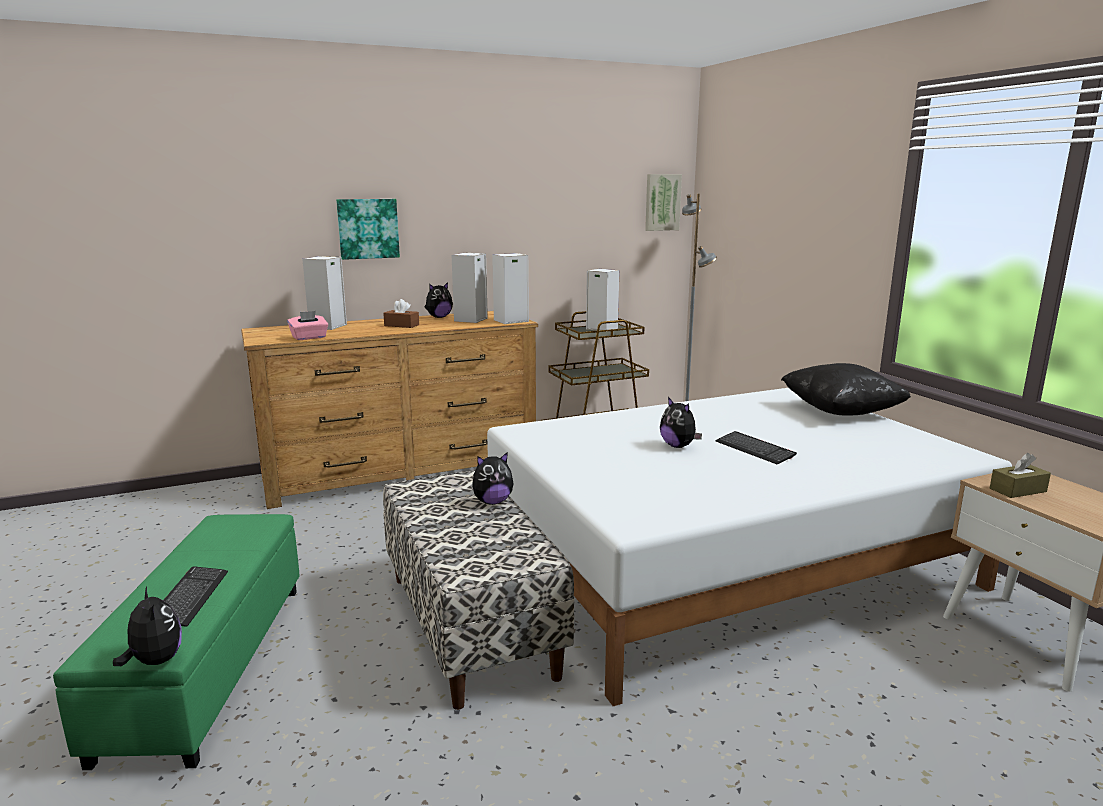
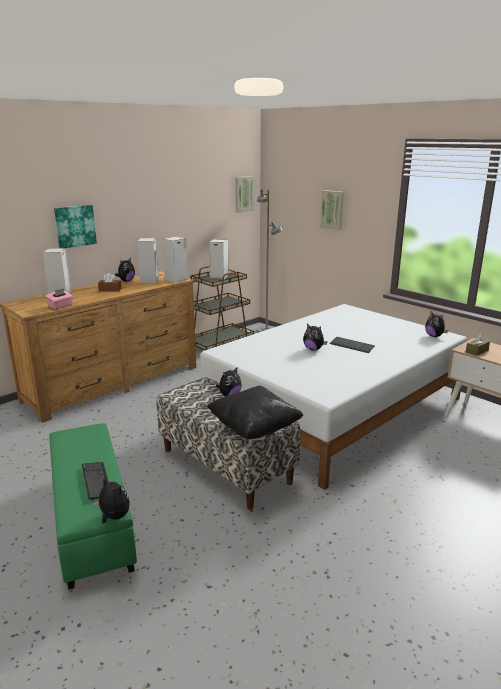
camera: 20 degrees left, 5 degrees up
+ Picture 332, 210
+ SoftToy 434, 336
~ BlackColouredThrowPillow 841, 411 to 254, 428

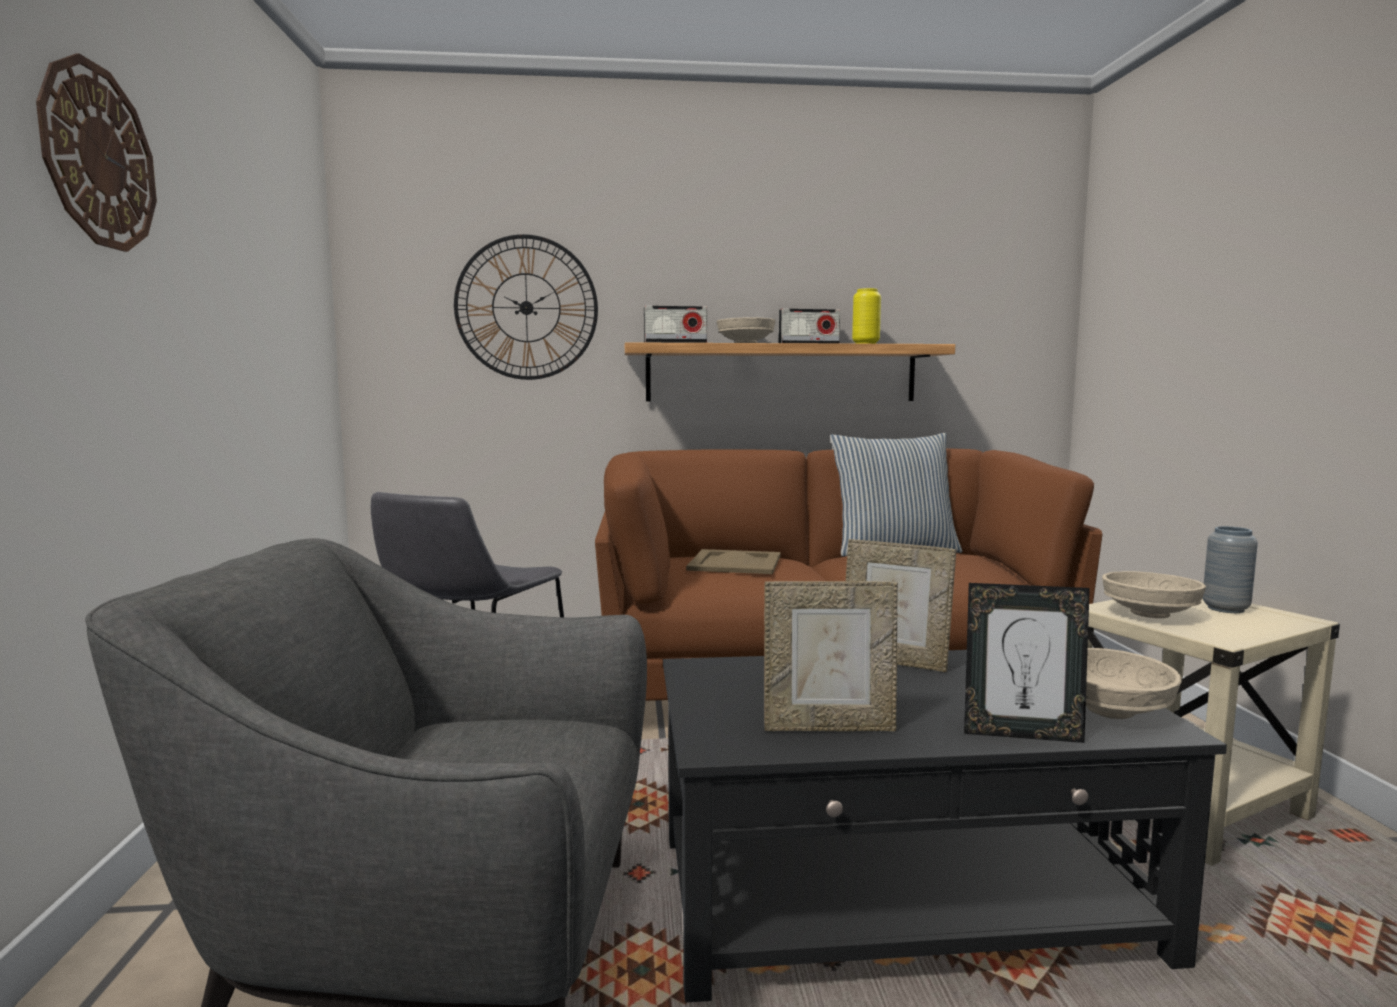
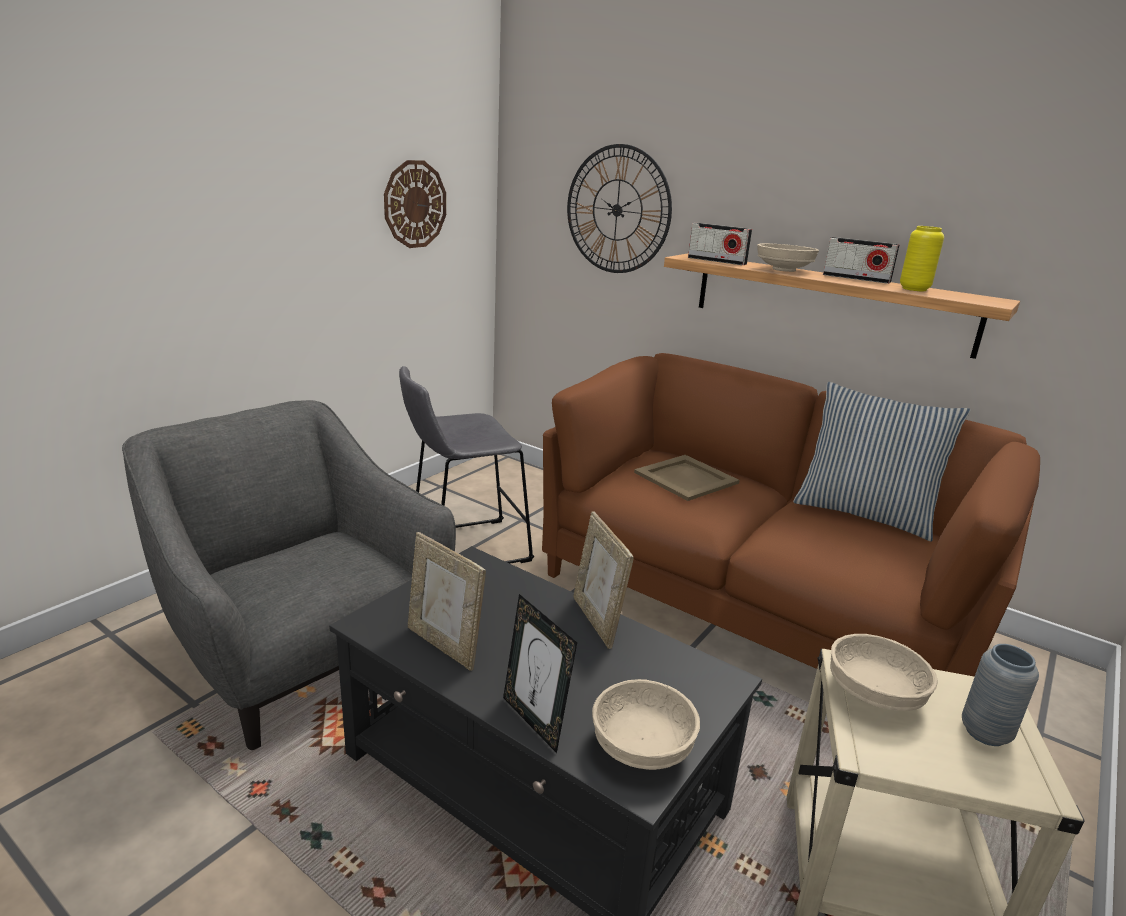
camera: 40 degrees right, 15 degrees up
~ HangingClock 98, 156 to 415, 204

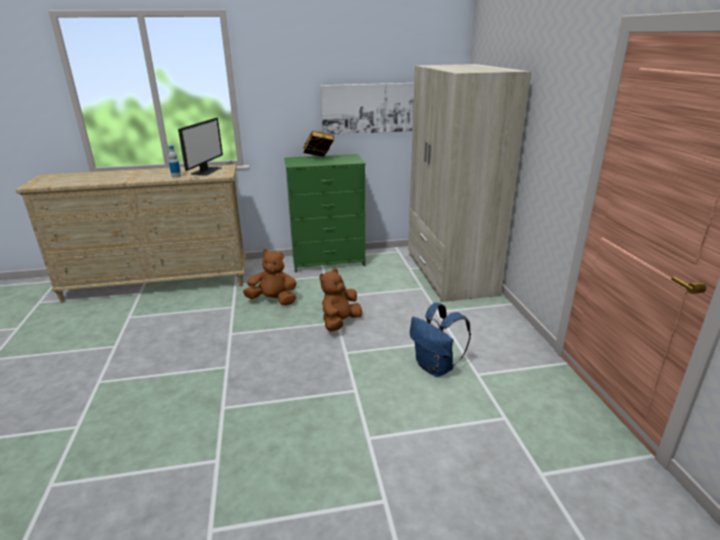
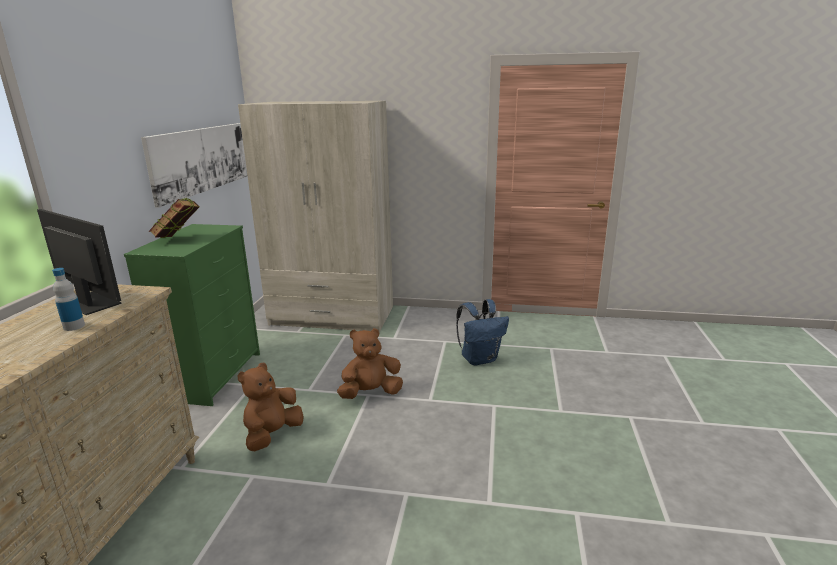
camera: 70 degrees left, 5 degrees down
~ BrownColouredSoftToy 340, 322 = 370, 393 105 degrees clockwise

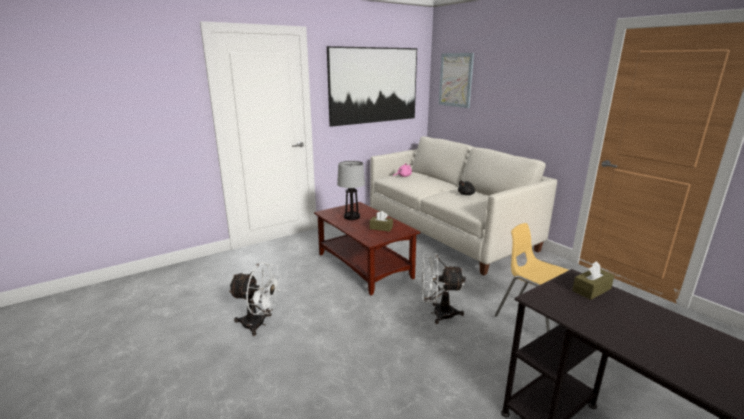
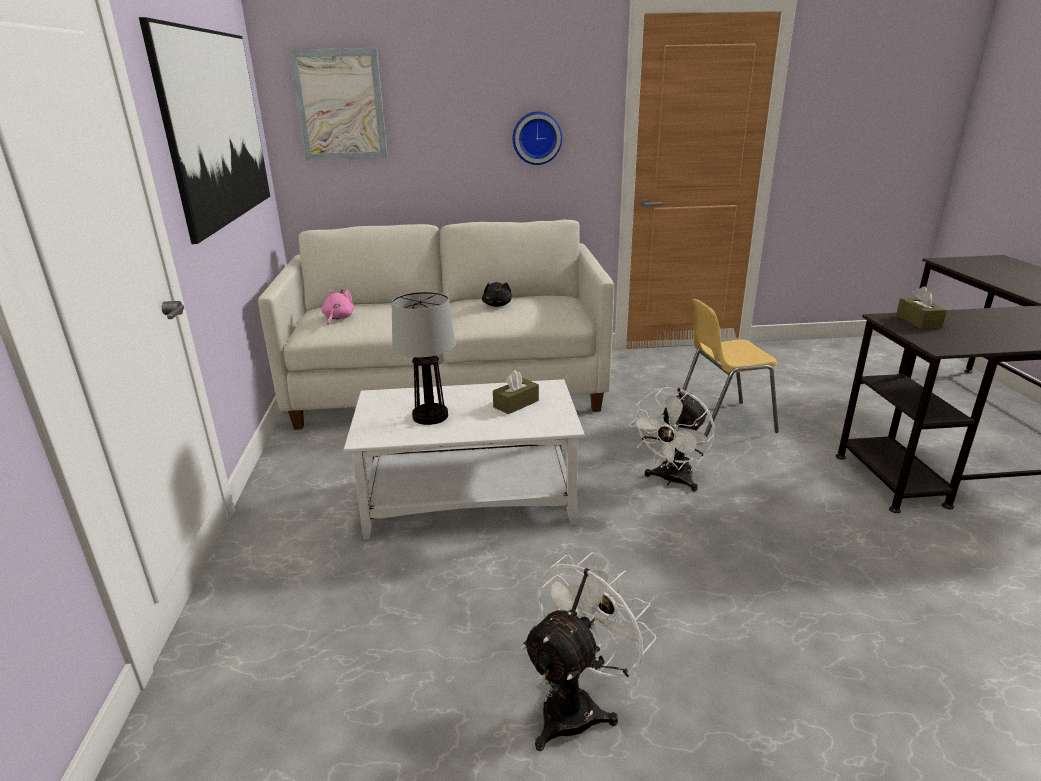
camera: 60 degrees left, 5 degrees up
+ HangingClock 536, 138
~ BrownColouredCoffeeTable 365, 266 to WhiteCoffeeTable 471, 498

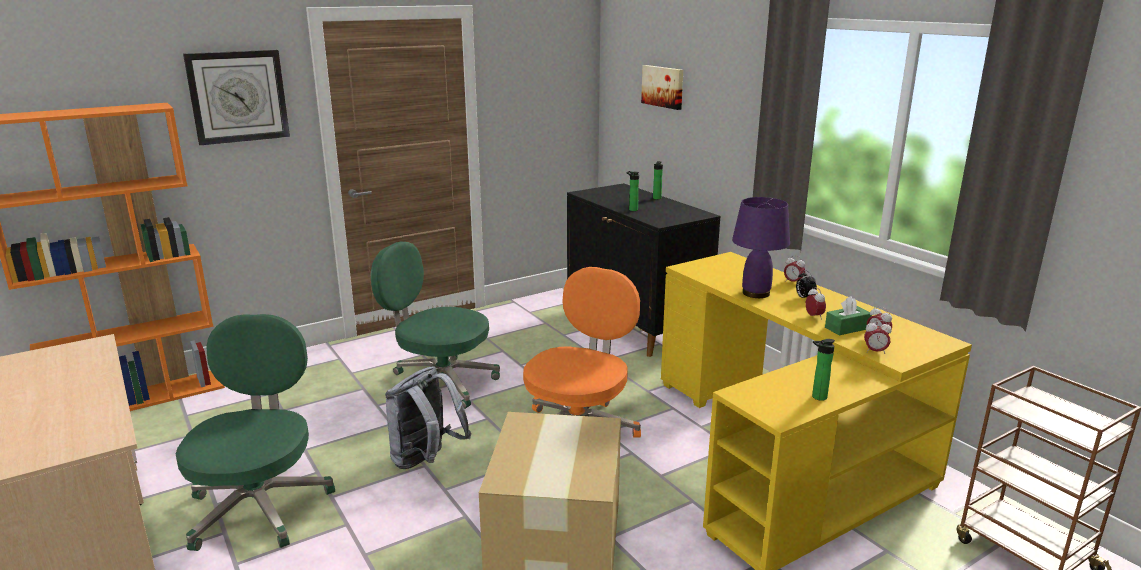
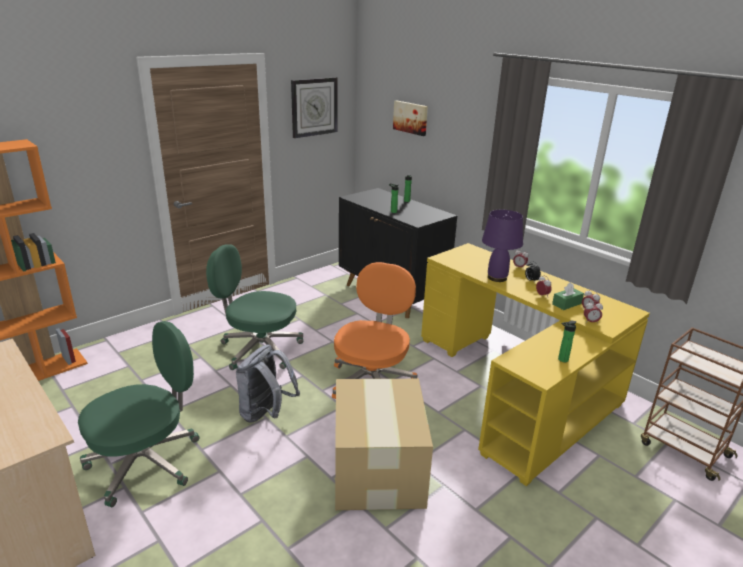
camera: 10 degrees left, 5 degrees up
~ HangingClock 238, 96 to 314, 107
~ GreenColouredComputerChair 260, 506 = 147, 462 60 degrees clockwise

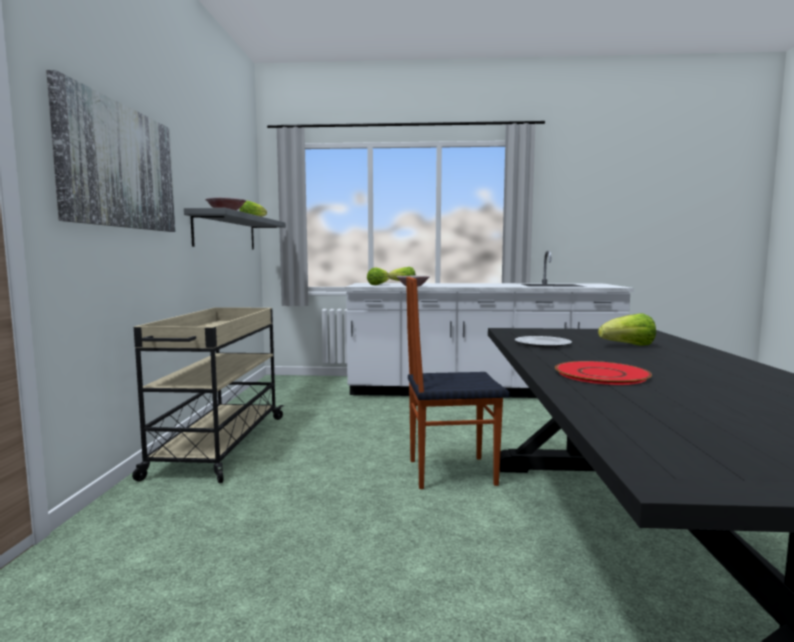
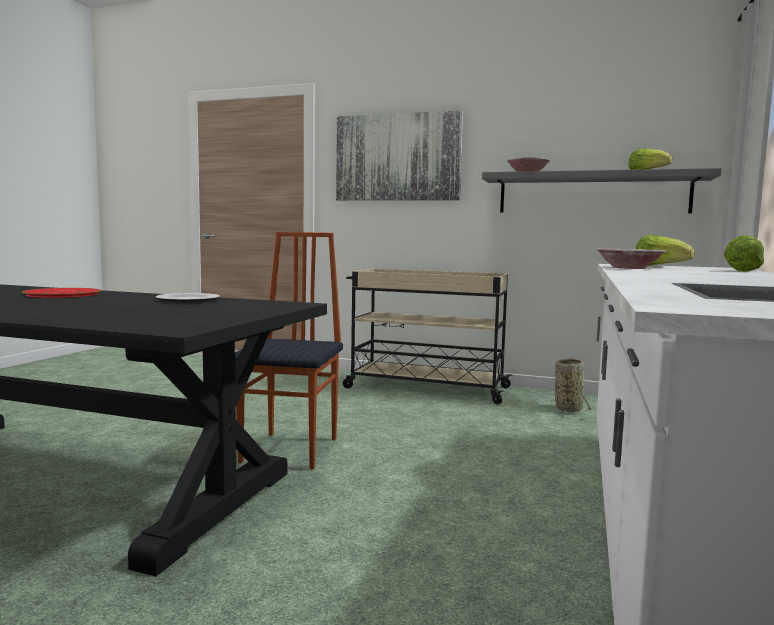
camera: 105 degrees right, 0 degrees up
- LettuceHead 628, 346
+ StorageBasket 568, 408

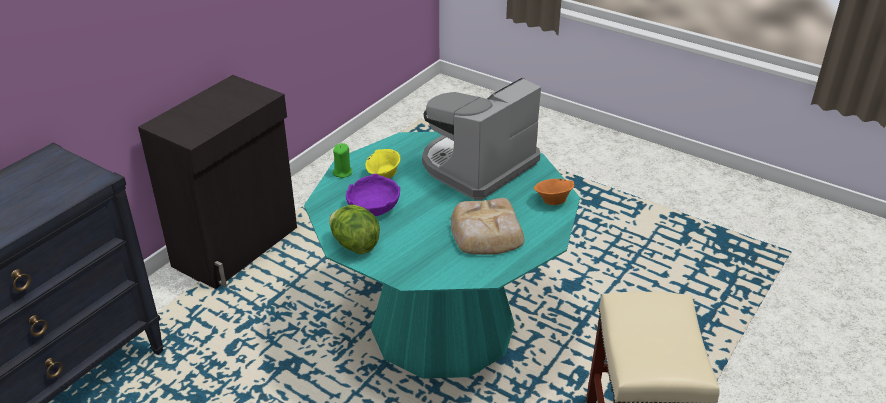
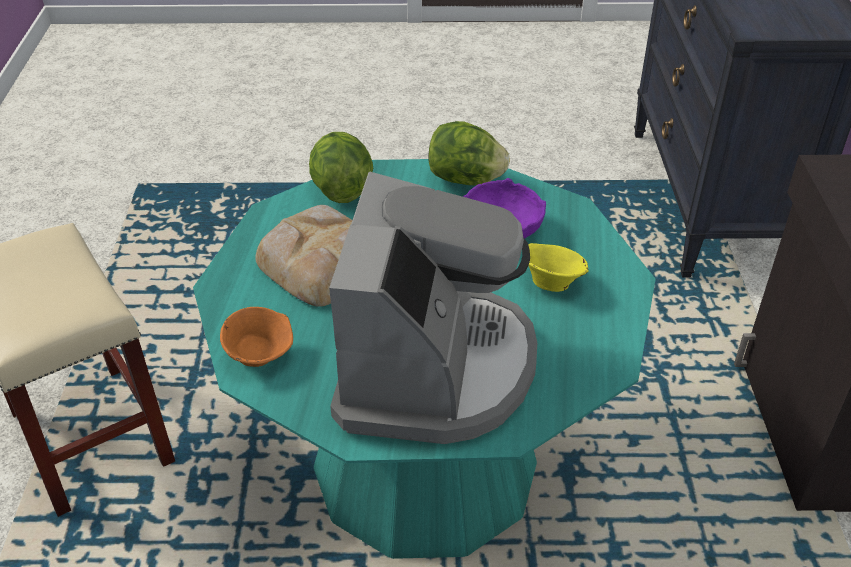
camera: 145 degrees right, 5 degrees up
- GreenColouredCandle 342, 172
+ LettuceHead 340, 190

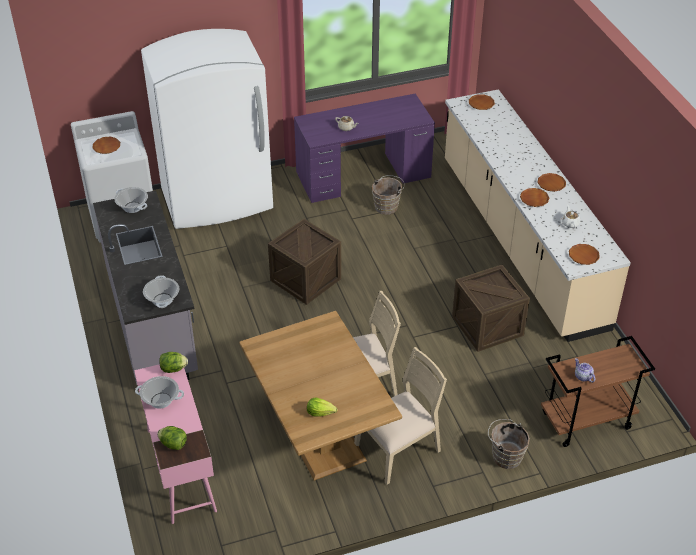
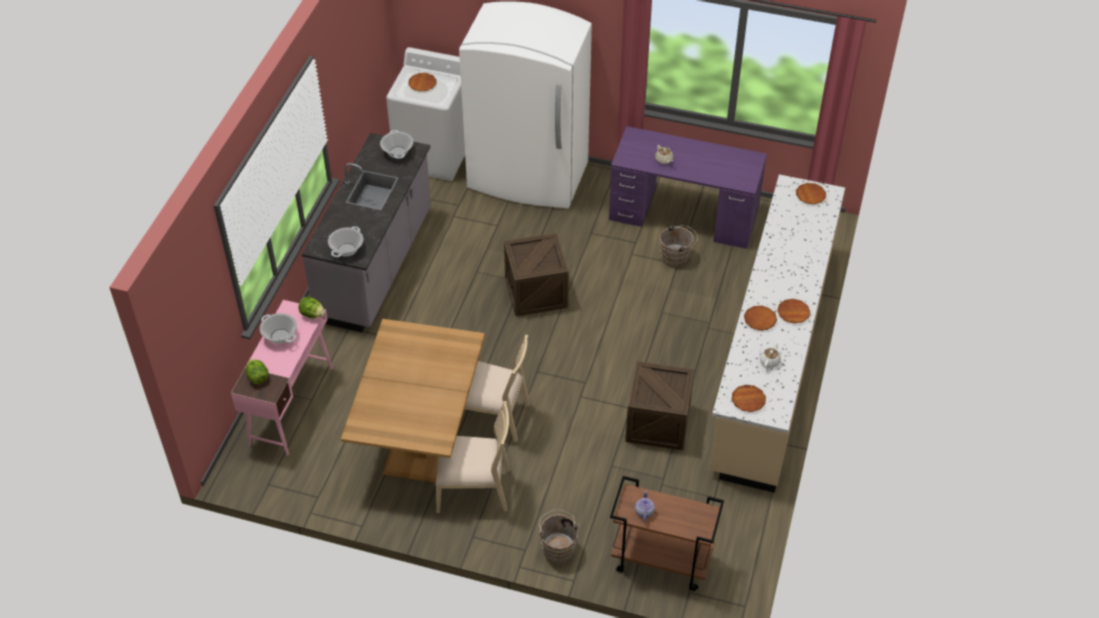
camera: 35 degrees right, 5 degrees up
- LettuceHead 320, 412

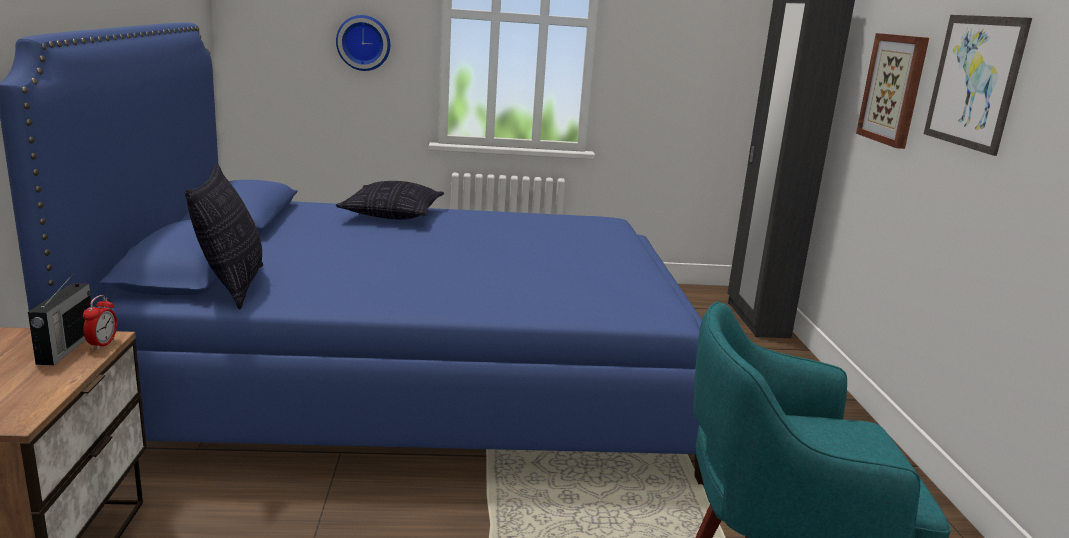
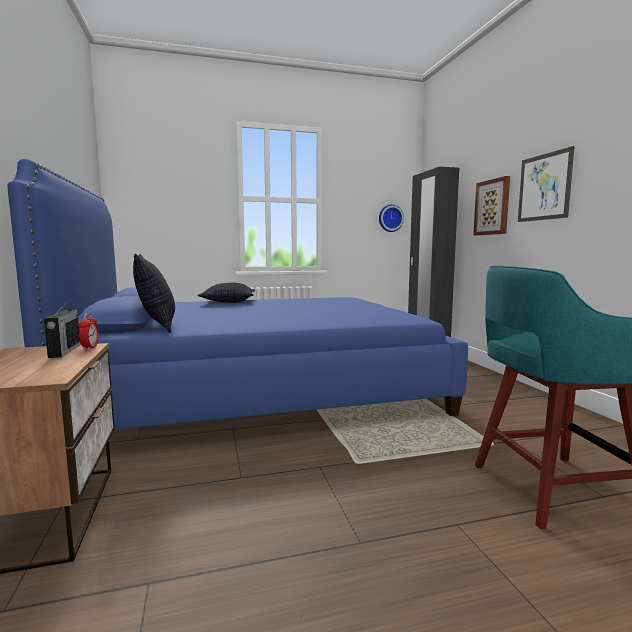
camera: 10 degrees left, 10 degrees down
~ HangingClock 364, 43 to 390, 218

